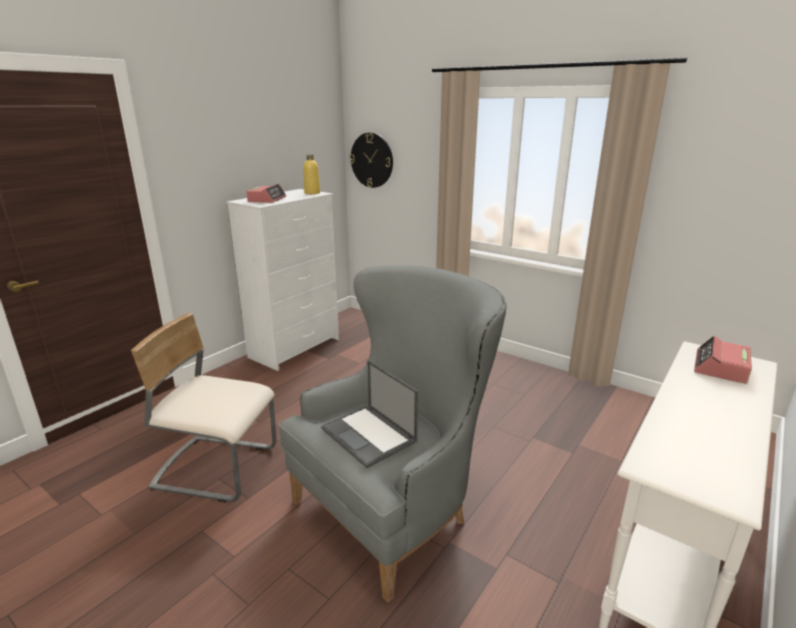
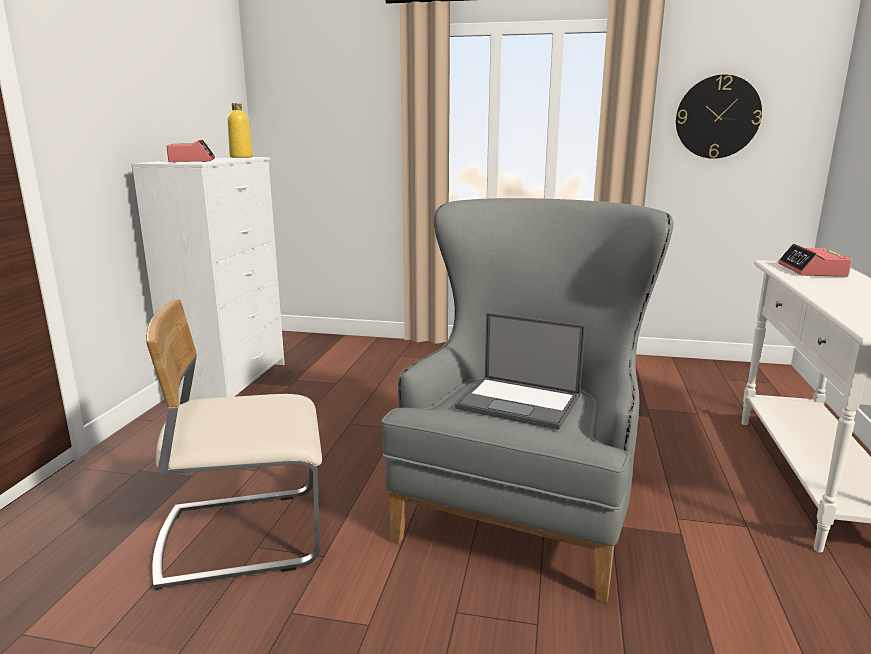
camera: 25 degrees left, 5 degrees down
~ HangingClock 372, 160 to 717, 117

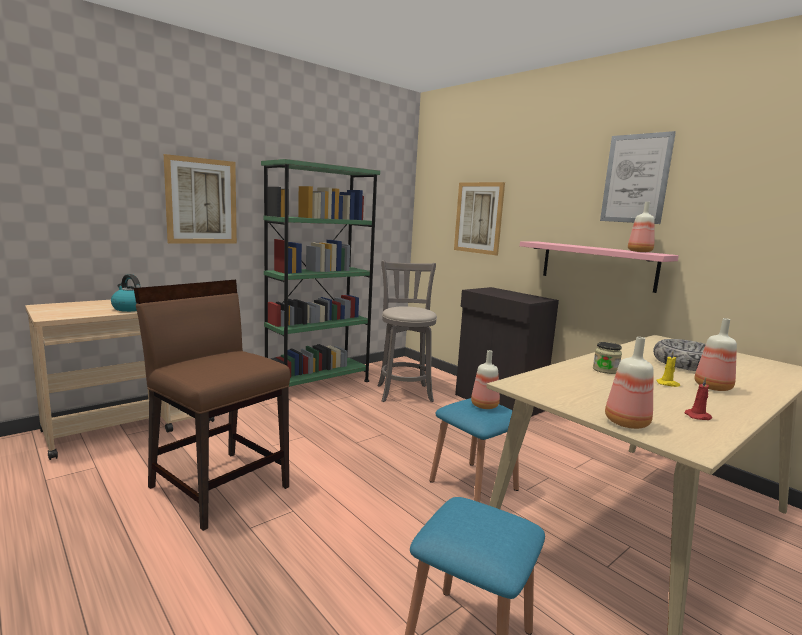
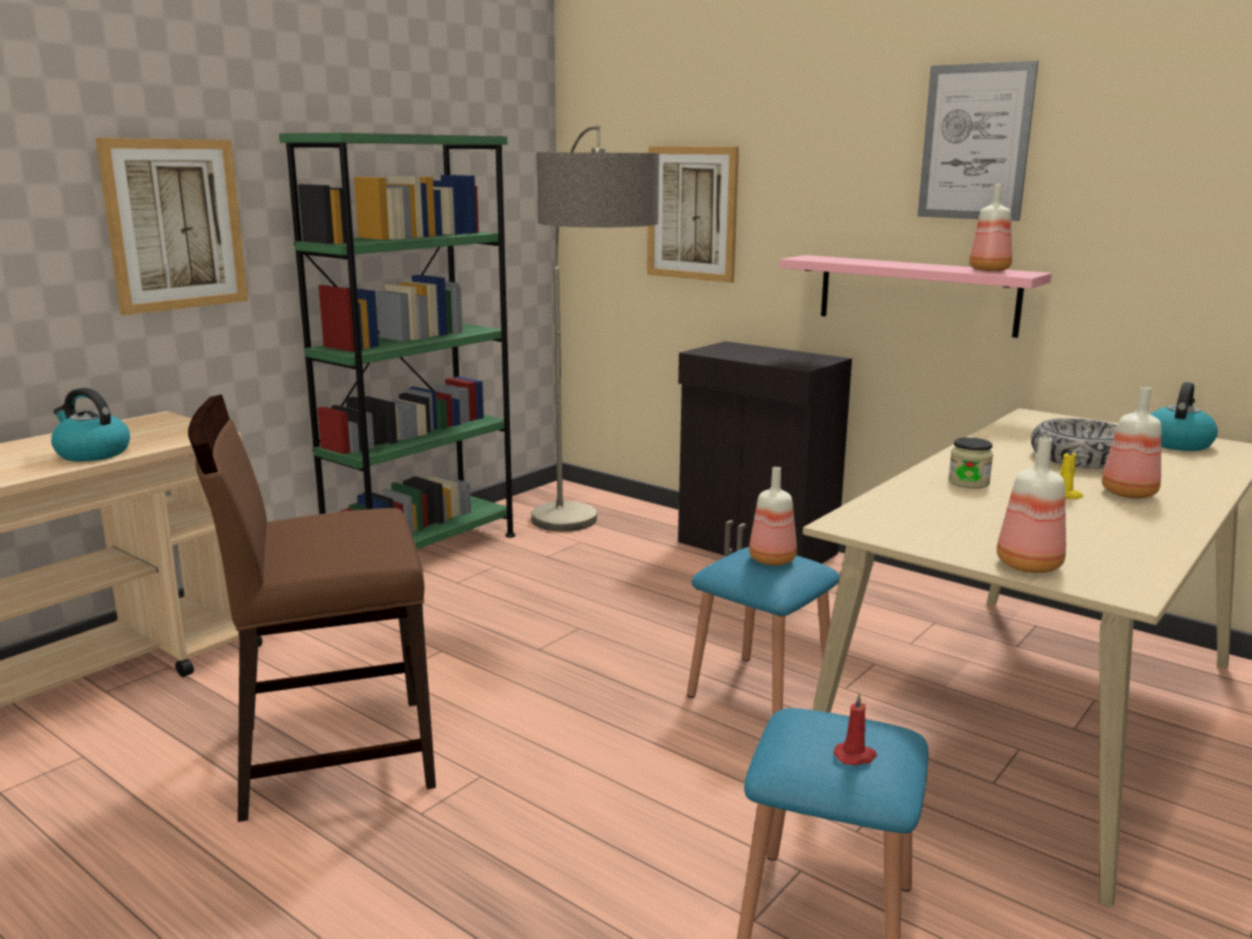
camera: 10 degrees left, 5 degrees up
+ TeaKettle 1177, 443
~ RedCandle 698, 417 to 855, 756
~ GreyStoolSeat 404, 392 to StandardLamp 586, 548
~ BrownColouredPlainChair 219, 485 = 332, 755 45 degrees counterclockwise

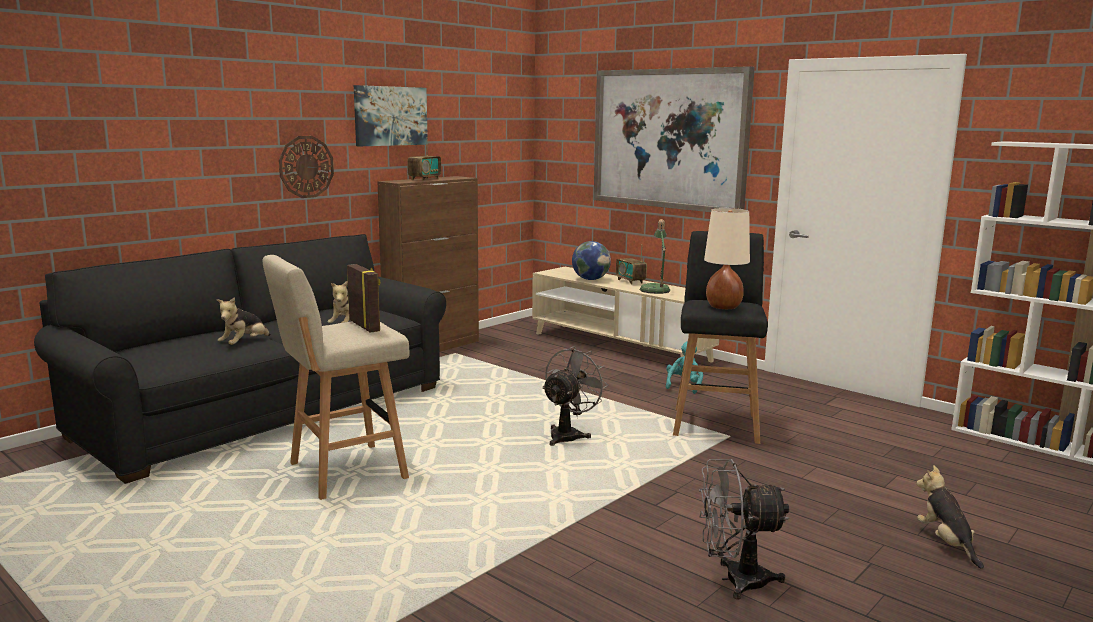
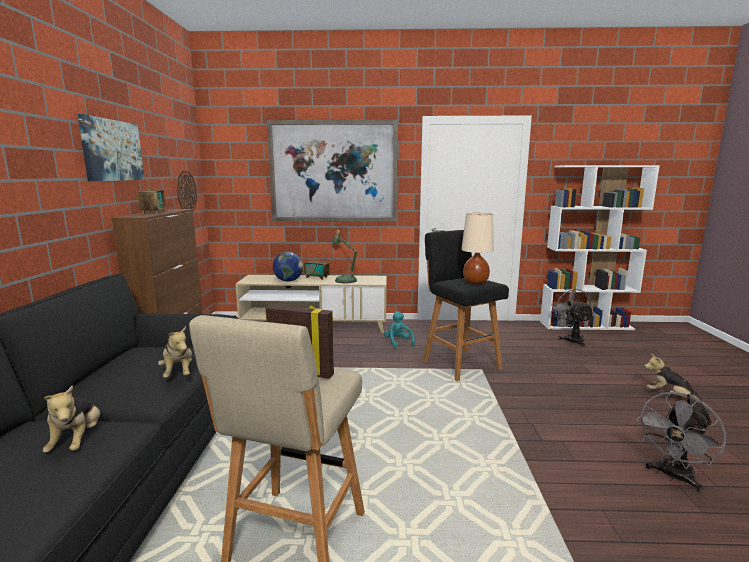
camera: 40 degrees left, 0 degrees up
~ HangingClock 306, 167 to 186, 192
~ GreyElectricFan 569, 435 to 571, 339

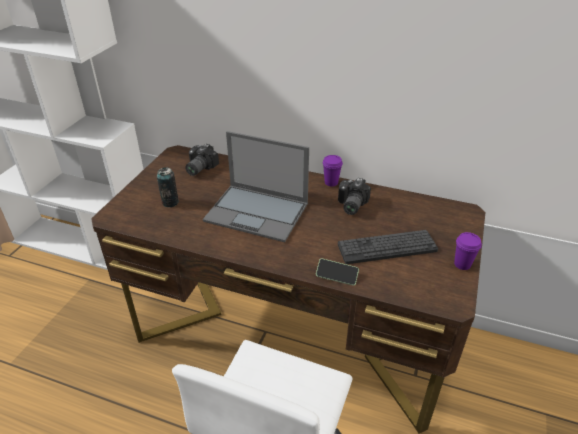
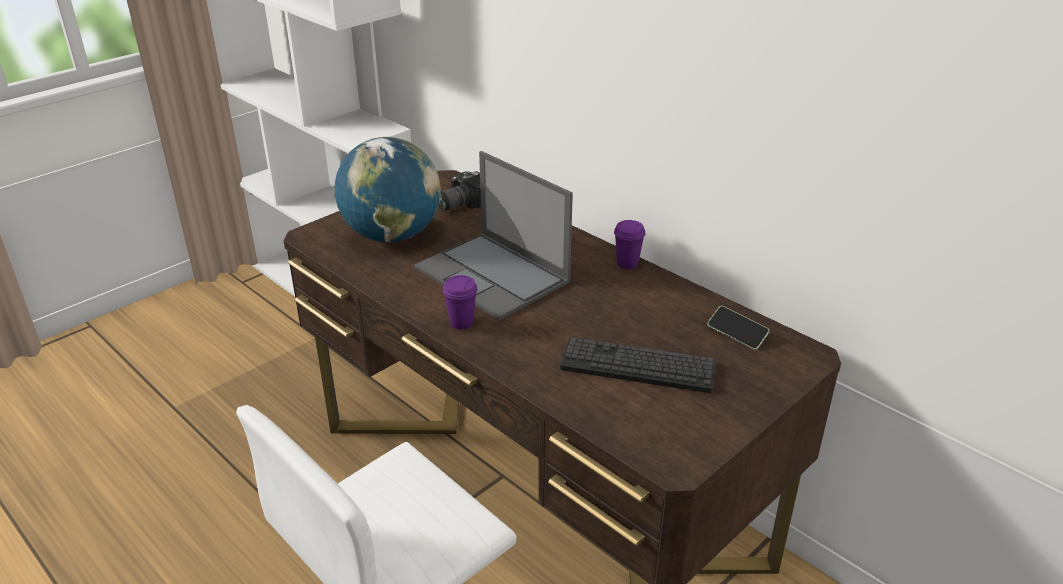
camera: 25 degrees right, 5 degrees down
- StillCamera 350, 205
~ Telephone 337, 276 to 737, 334
~ PurpleColouredDrinkingCup 462, 264 to 461, 323
~ Can 170, 202 to DeskGlobe 392, 236

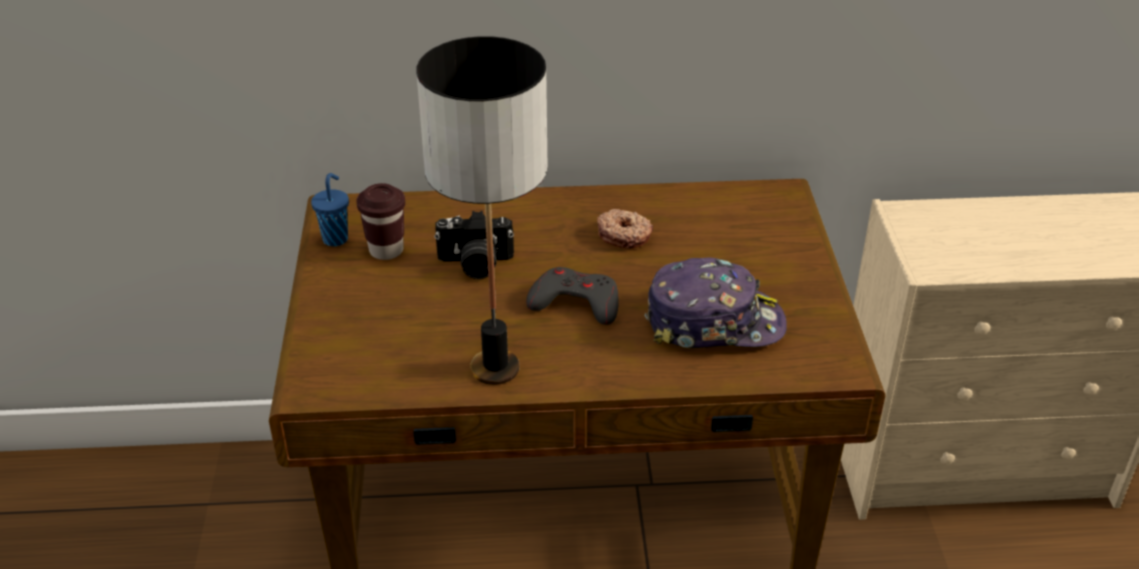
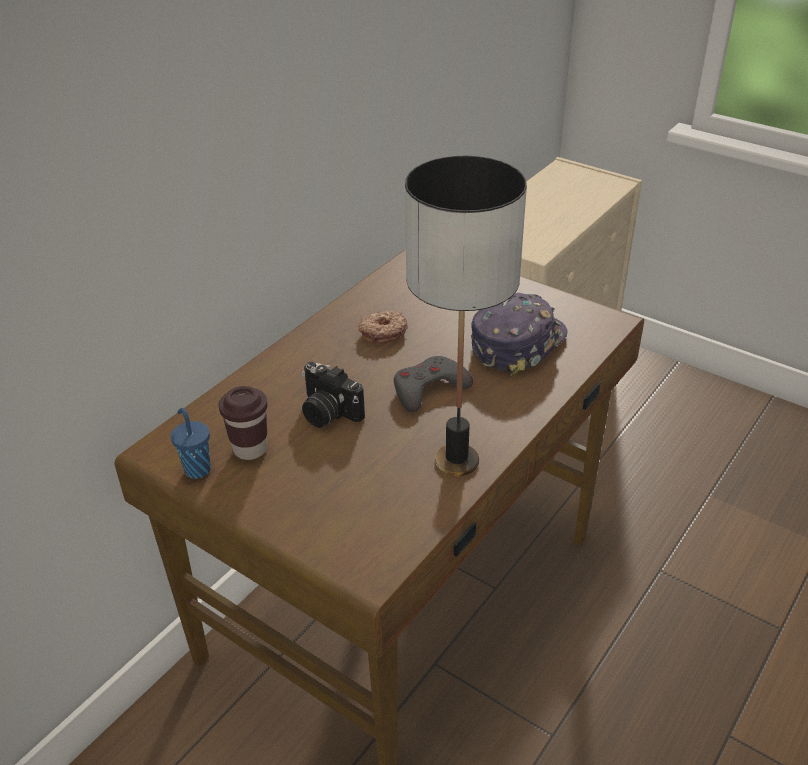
camera: 50 degrees left, 0 degrees up
~ StillCamera 475, 264 = 327, 413 90 degrees clockwise

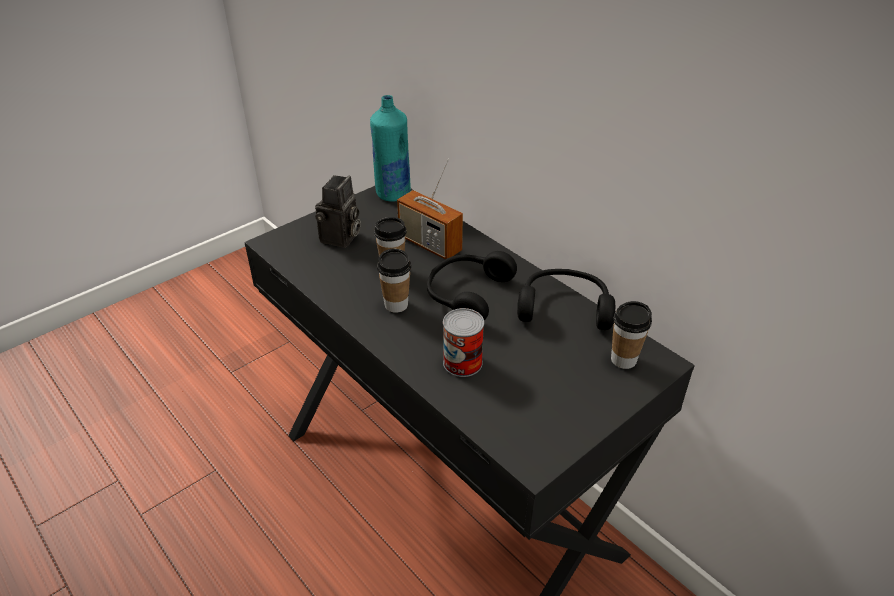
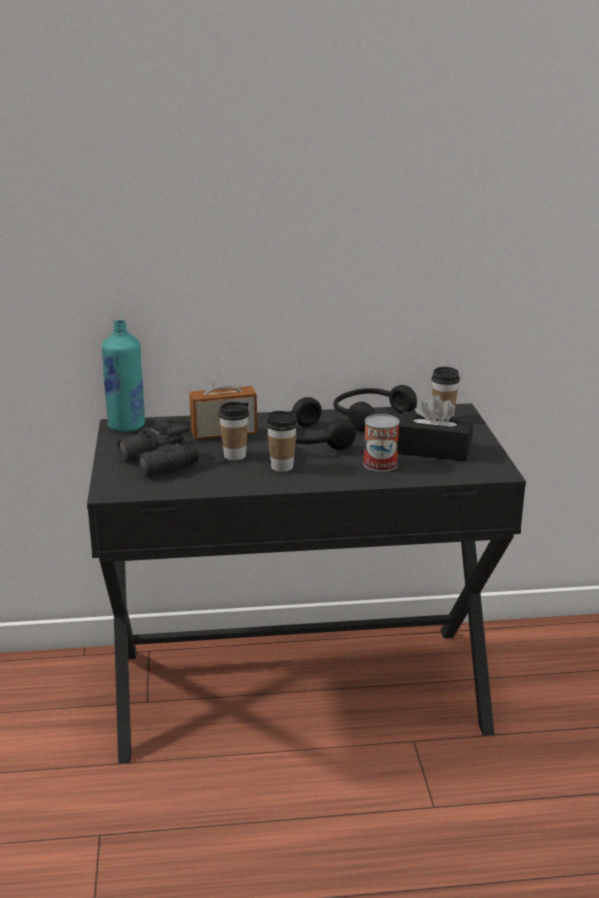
camera: 55 degrees left, 15 degrees down
+ BlackColouredTissueBox 433, 450
~ StillCamera 340, 239 to BlackColouredFieldGlasses 157, 463

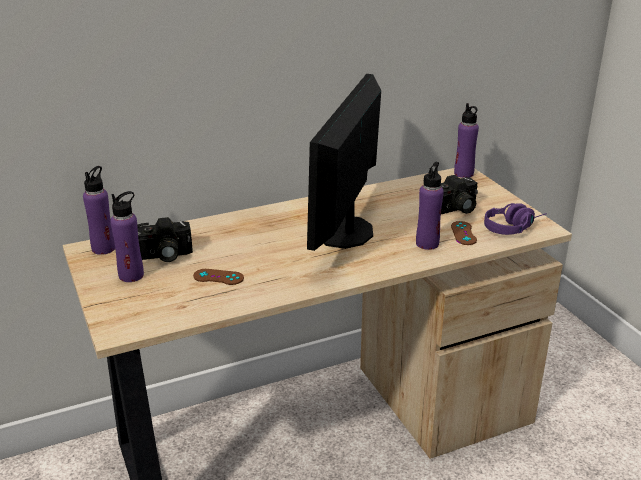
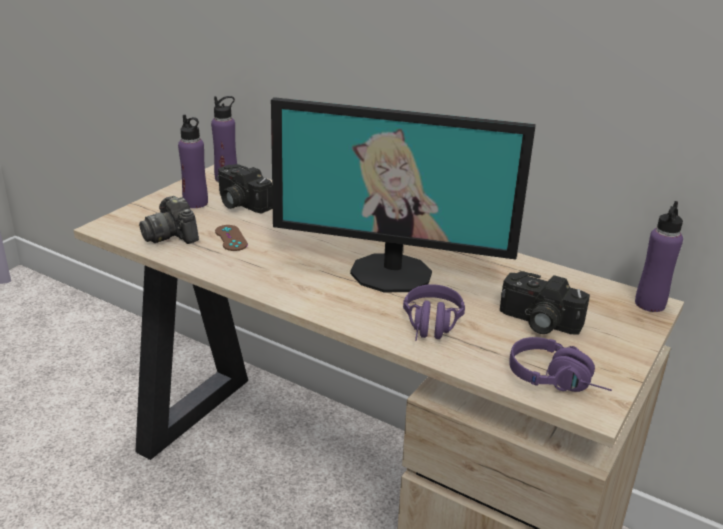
camera: 55 degrees right, 0 degrees up
- BrownColouredGamepad 463, 233
+ StillCamera 171, 235
~ PurpleColouredBeverageBottle 427, 243 to PurpleColouredHeadphones 431, 328
~ Monitor 345, 232 = 392, 272 150 degrees counterclockwise

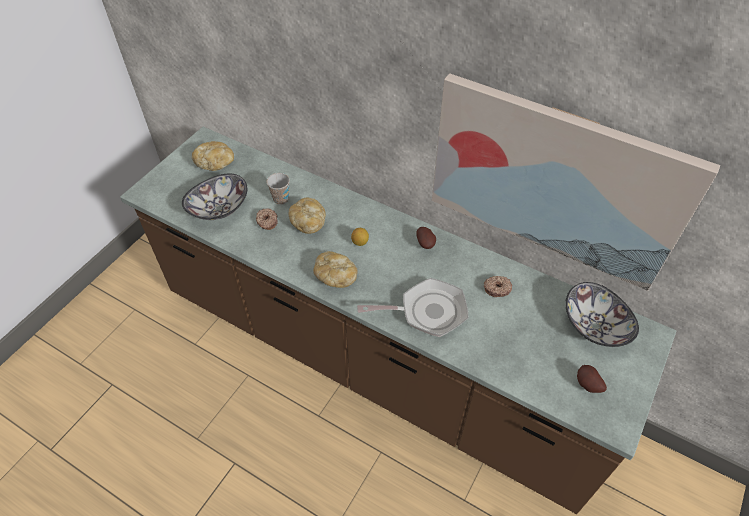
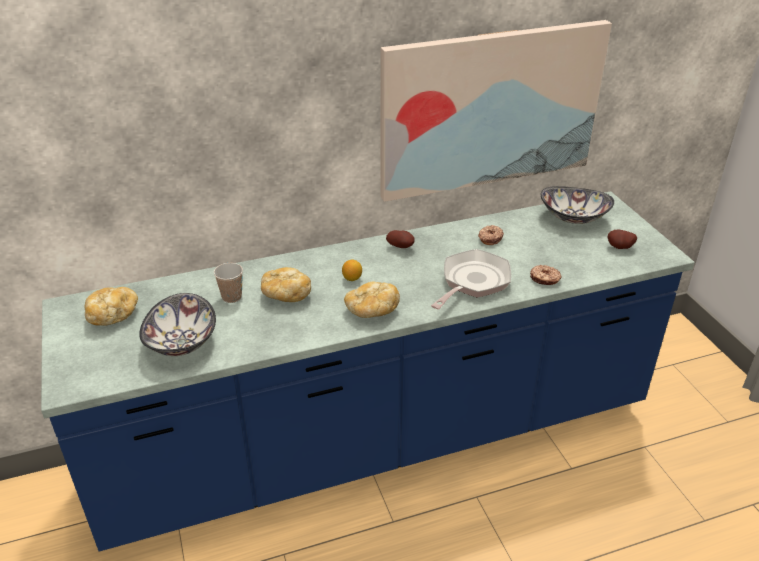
camera: 50 degrees left, 15 degrees down
~ RingDoughnut 267, 222 to 544, 279
~ BrownColouredKitchenBaseUnit 374, 361 to BlueKitchenBaseUnit 379, 442

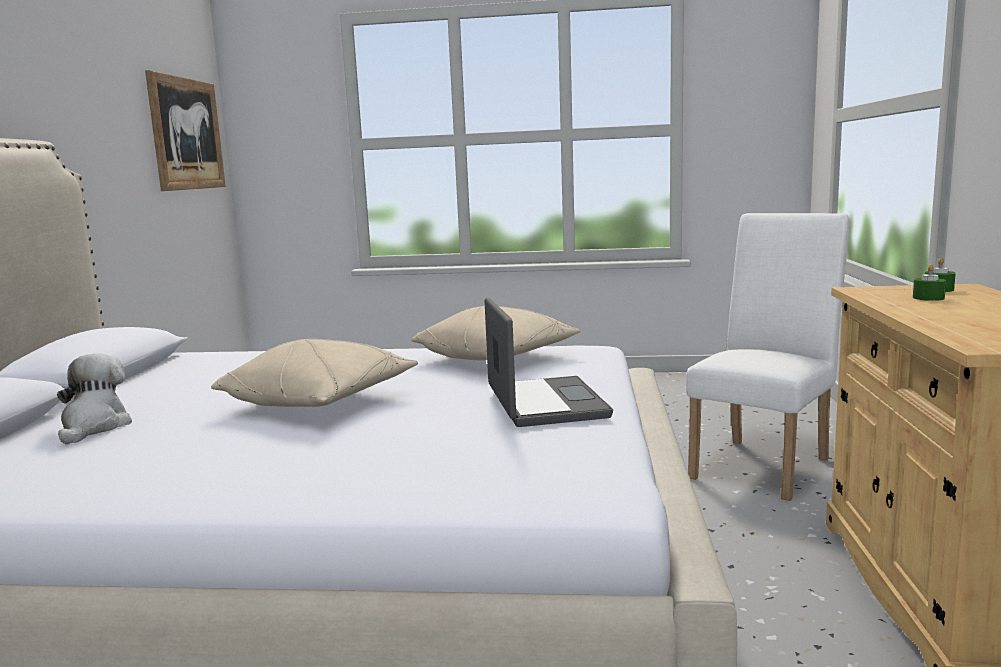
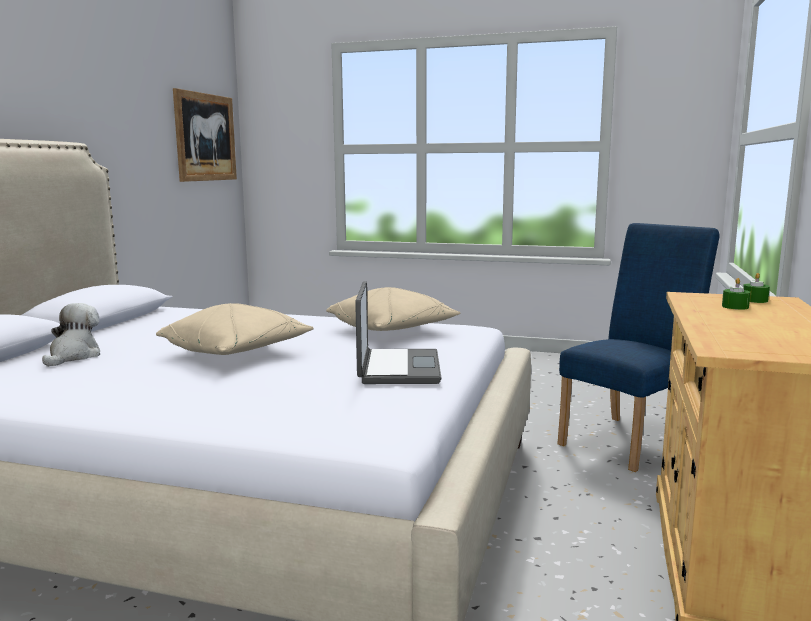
camera: 10 degrees right, 0 degrees up
~ WhitePlainChair 765, 464 to BluePlainChair 630, 440

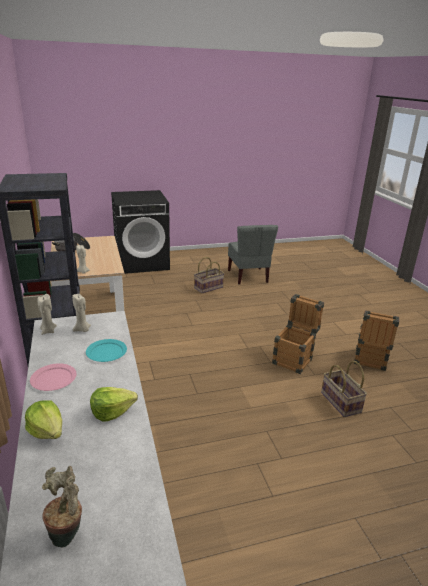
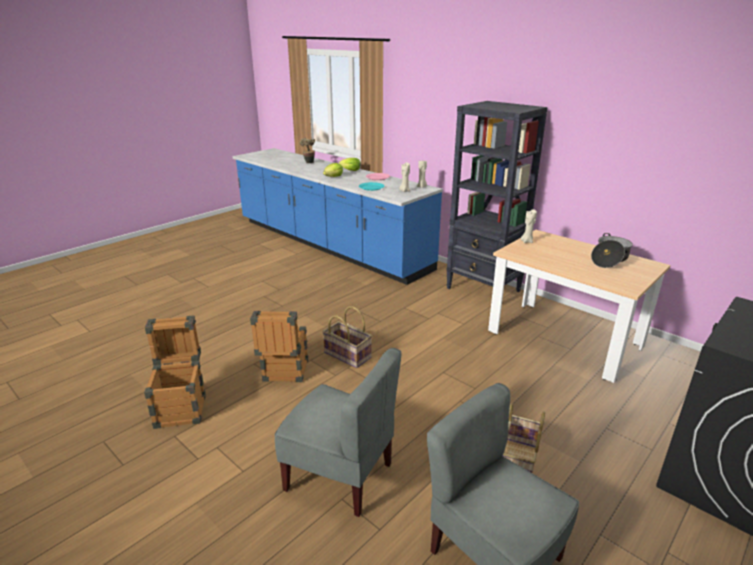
camera: 150 degrees right, 0 degrees up
+ GreyPlainChair 340, 476
~ StorageBasket 340, 402 to 348, 355

